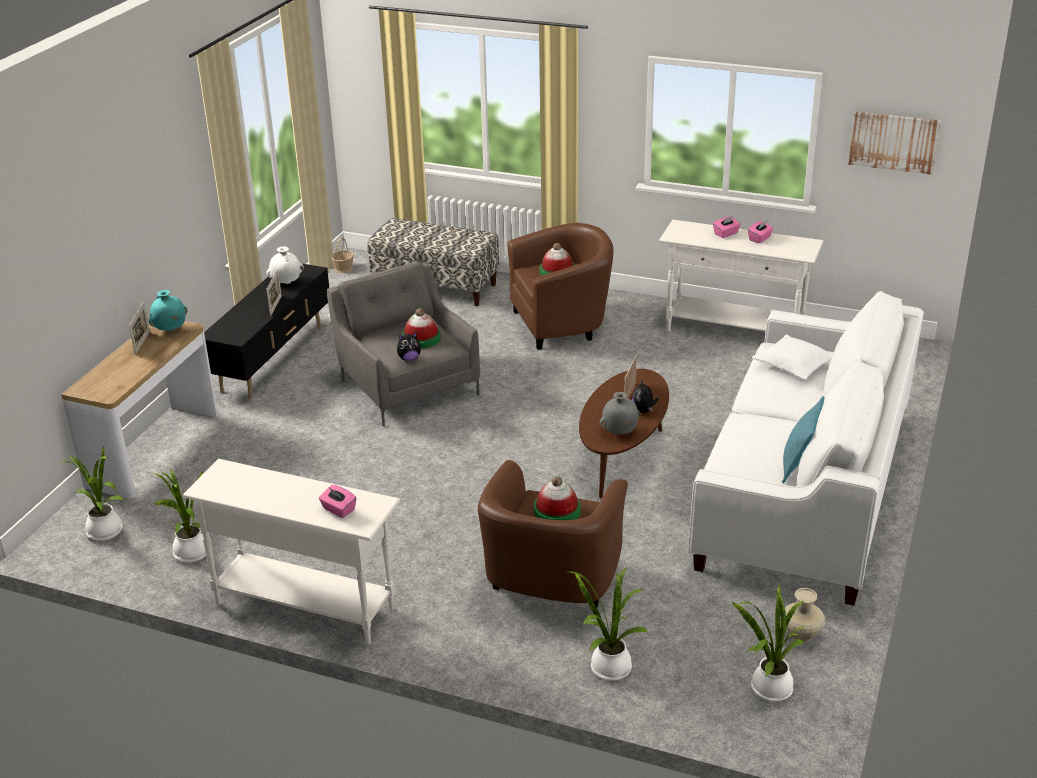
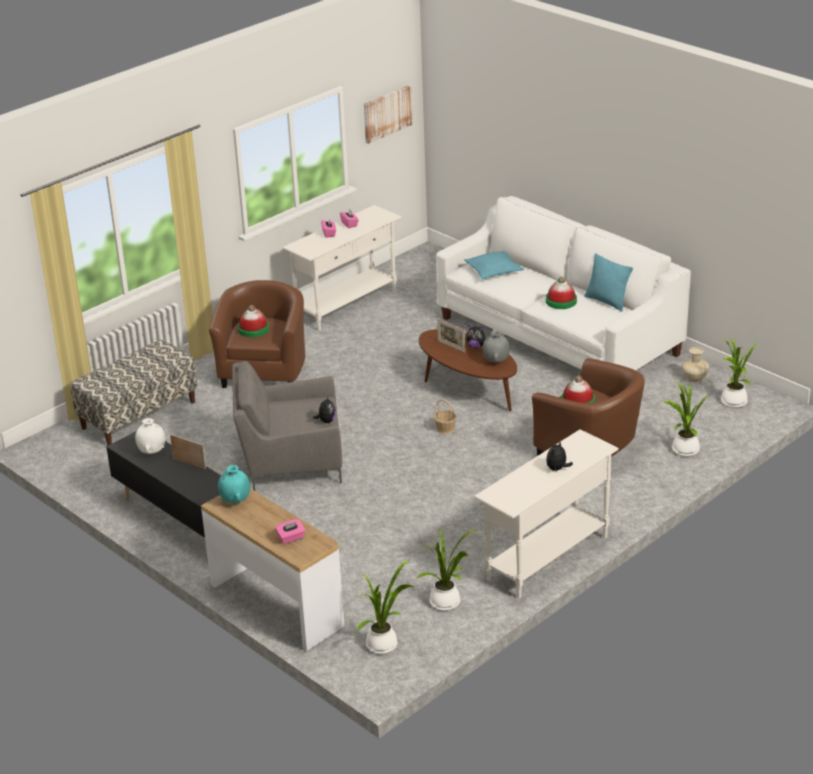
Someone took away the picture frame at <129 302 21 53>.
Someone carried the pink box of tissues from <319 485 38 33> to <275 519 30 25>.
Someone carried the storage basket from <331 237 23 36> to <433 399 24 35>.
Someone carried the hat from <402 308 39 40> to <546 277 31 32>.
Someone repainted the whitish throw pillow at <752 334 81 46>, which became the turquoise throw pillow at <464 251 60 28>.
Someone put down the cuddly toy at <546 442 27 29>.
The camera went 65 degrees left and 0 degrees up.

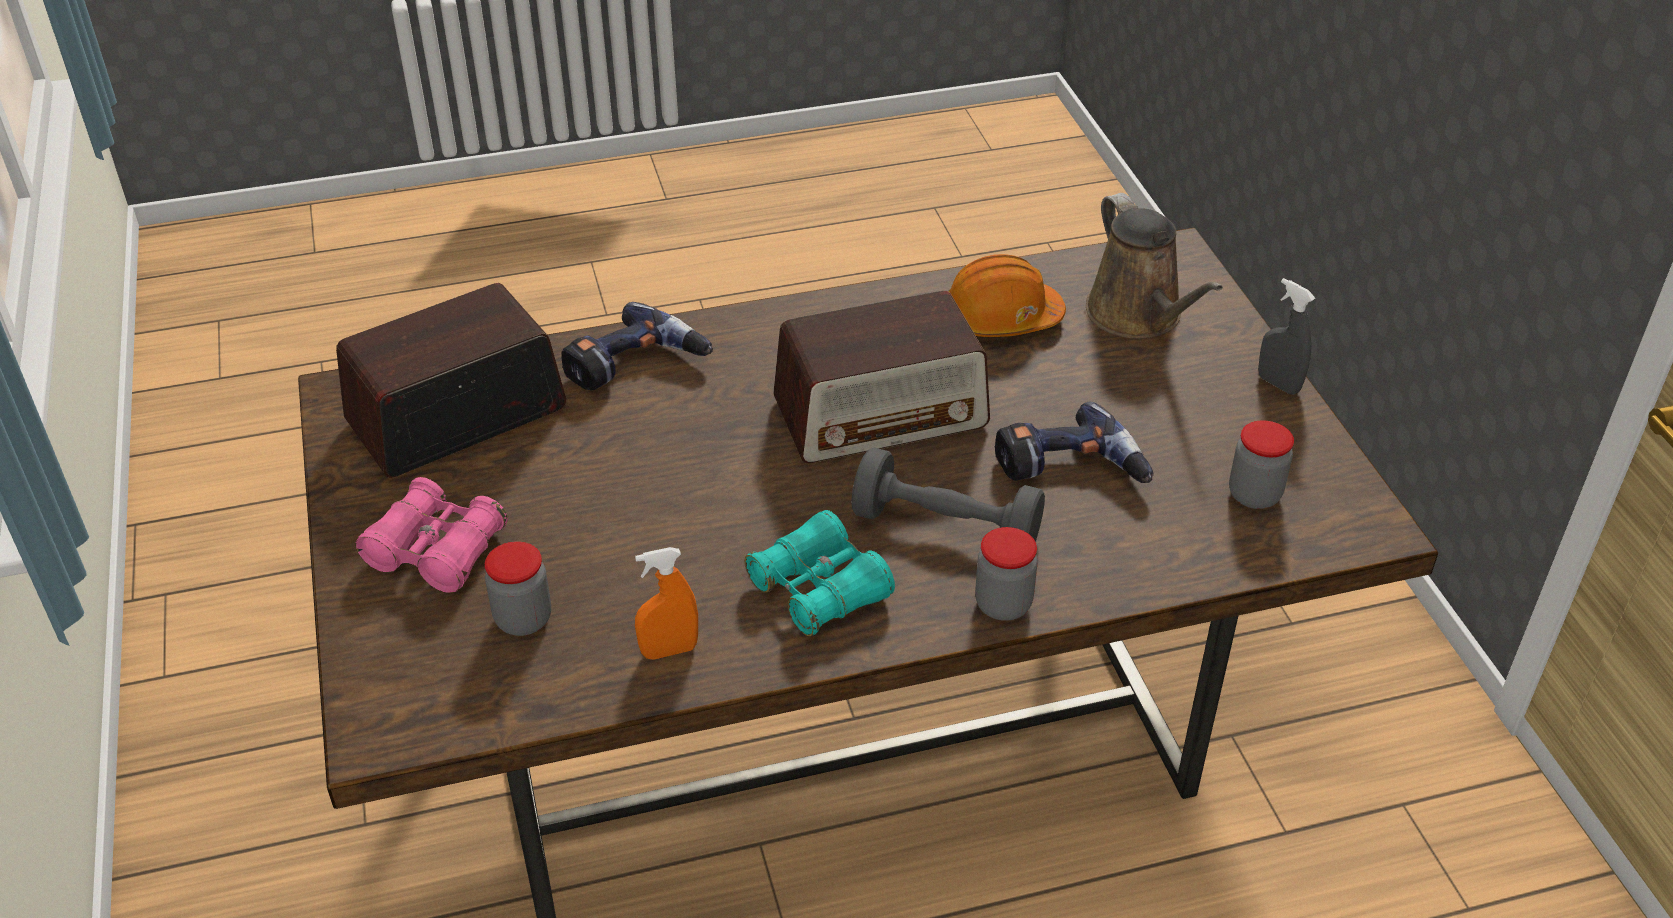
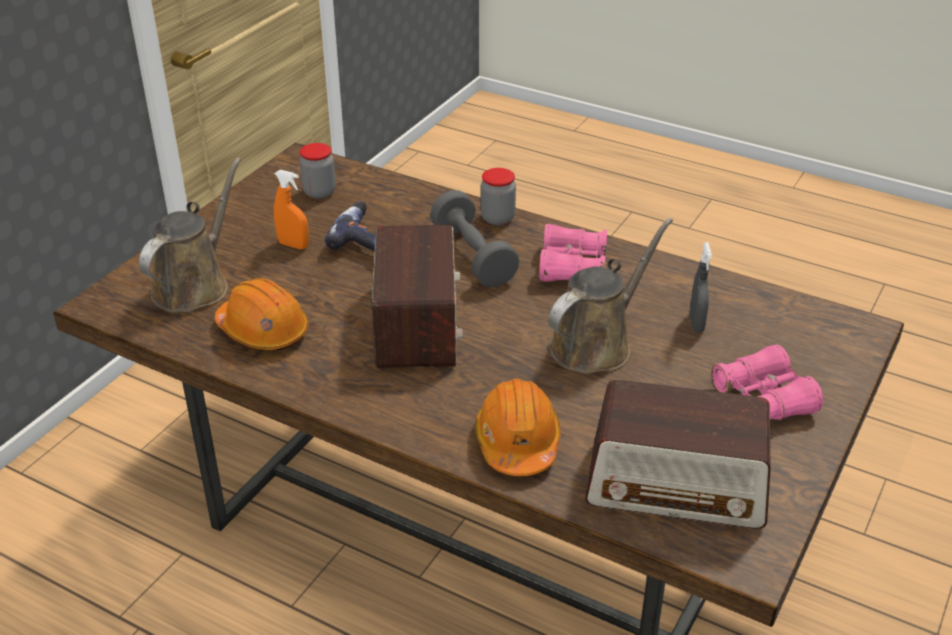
Someone took away the storage jar at <485 542 66 94>.
Someone swapped the drill at <561 302 152 88> for the orange work helmet at <475 379 86 97>.
Someone carried the orange spray bottle from <635 547 63 113> to <274 170 35 79>.
Someone repainted the turquoise binoculars at <745 510 150 126>, which became the pink binoculars at <539 224 68 58>.
Someone rotated the radio receiver at <773 291 217 172> by 60 degrees clockwise.
Someone carried the greyish spray bottle from <1258 278 57 117> to <689 242 23 90>.
Someone put down the brown-coloured watering pot at <548 218 125 156>.
The camera went 135 degrees left and 5 degrees down.

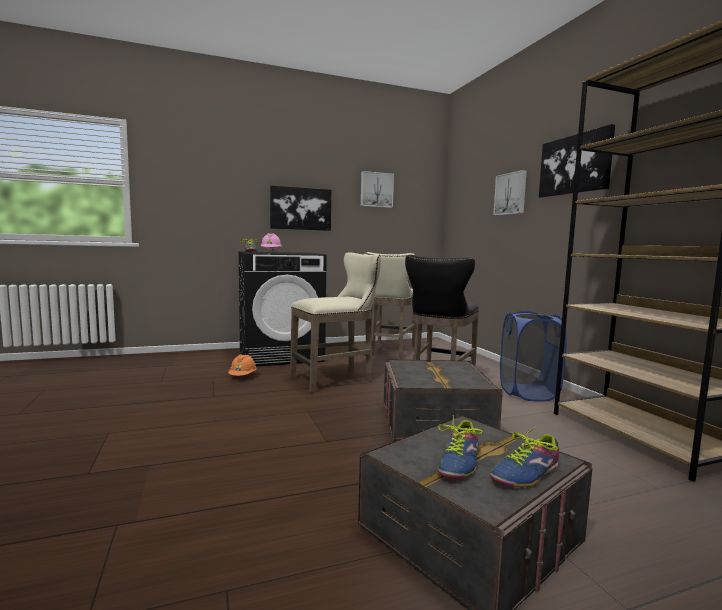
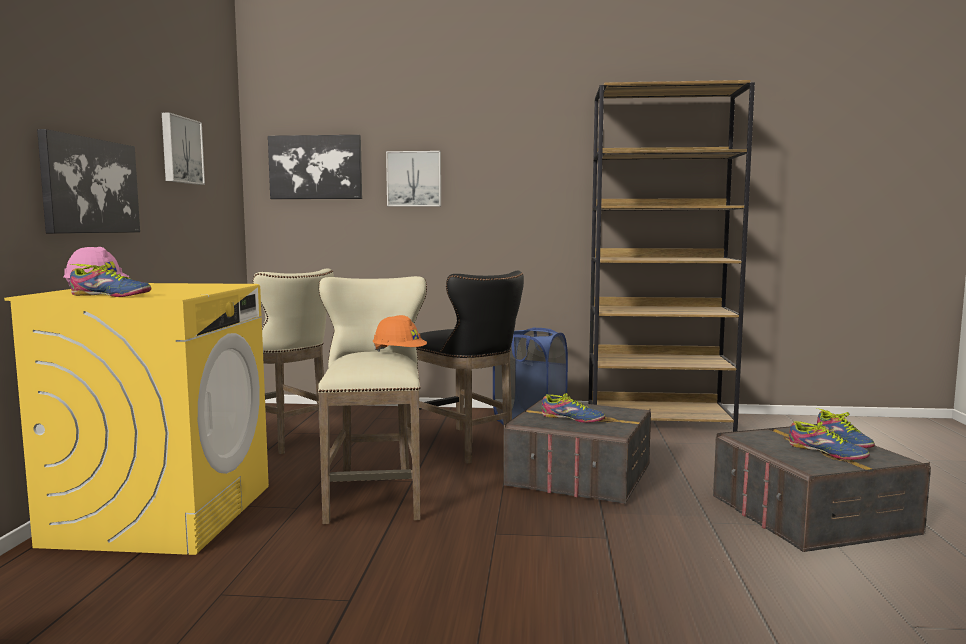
Someone carried the orange work helmet from <228 354 29 22> to <373 315 54 37>.
Someone repainted the black-coloured washing machine at <238 251 89 116>, which became the yellow-coloured washing machine at <4 283 265 272>.
Someone carried the wall picture from <539 124 76 74> to <268 135 94 64>.
Someone put down the shoe at <542 393 63 30>.
The camera went 65 degrees left and 0 degrees up.

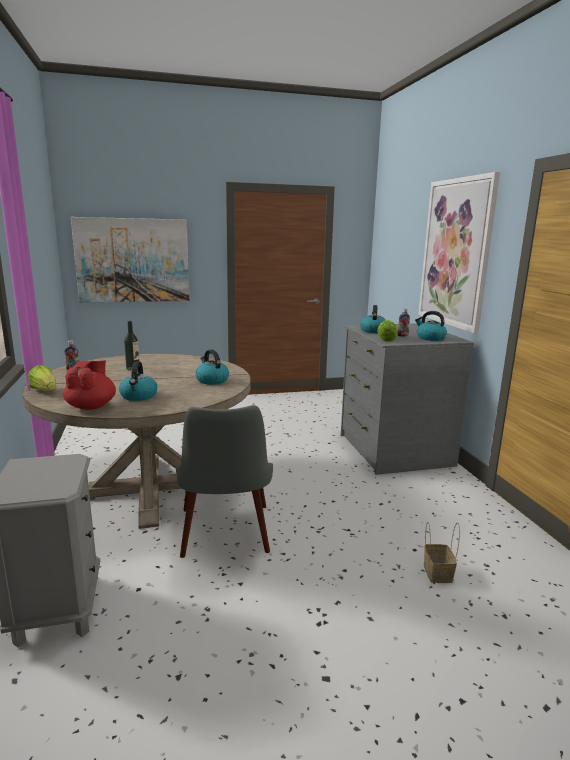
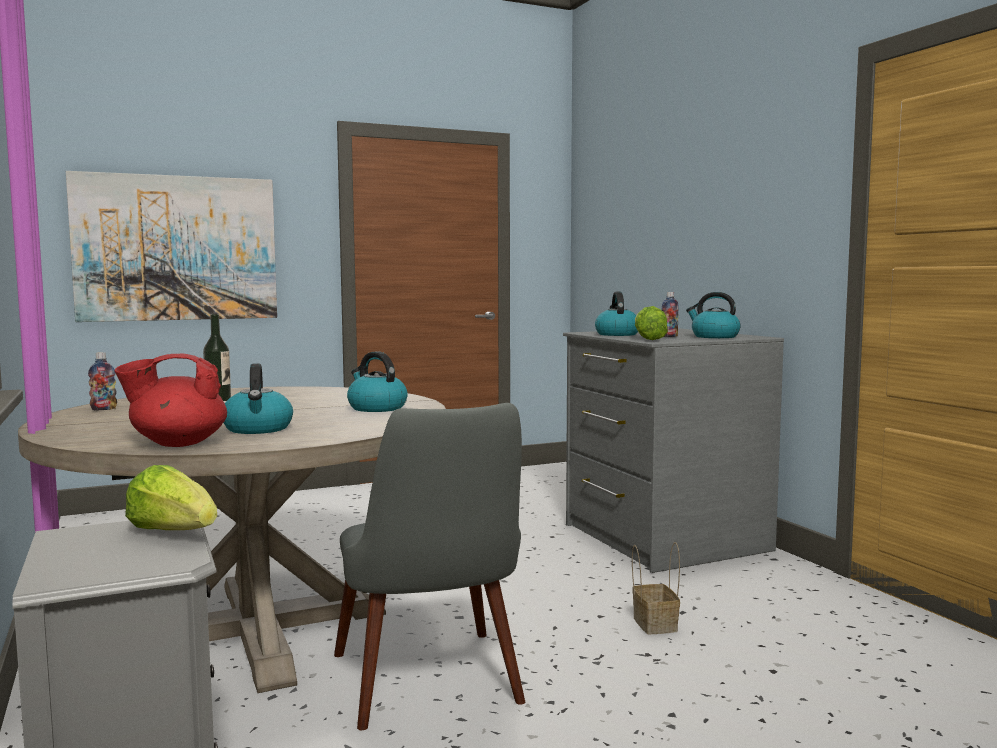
Someone carried the lettuce head from <28 365 28 26> to <125 465 92 65>.
Someone rotated the reddish pot for tea at <63 360 53 50> by 105 degrees counterclockwise.
Someone took away the wall picture at <418 172 82 161>.
Someone carried the storage basket from <424 522 36 61> to <632 542 48 92>.
The camera went 10 degrees left and 10 degrees down.

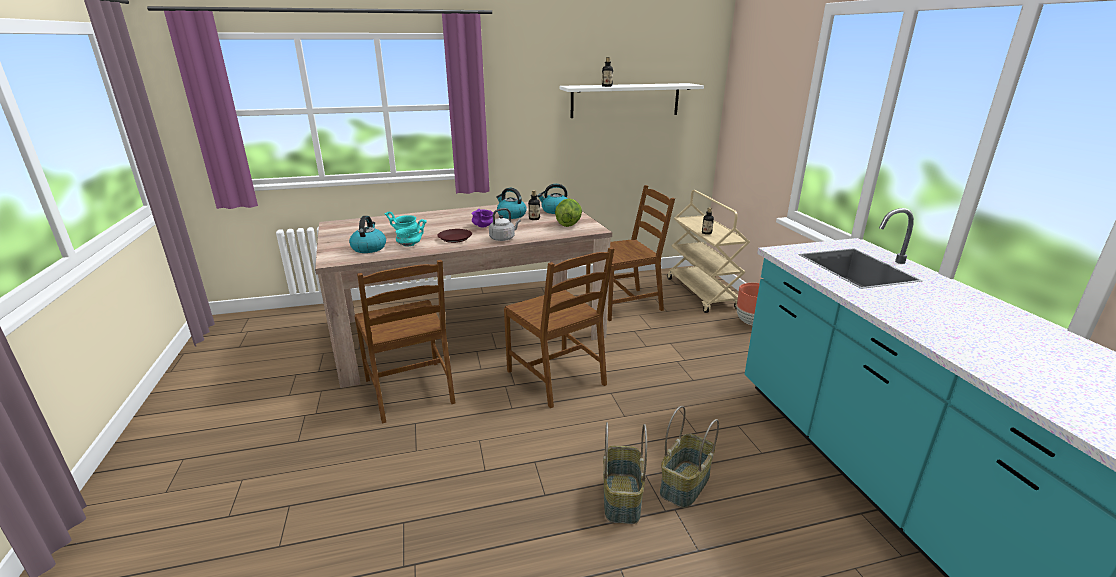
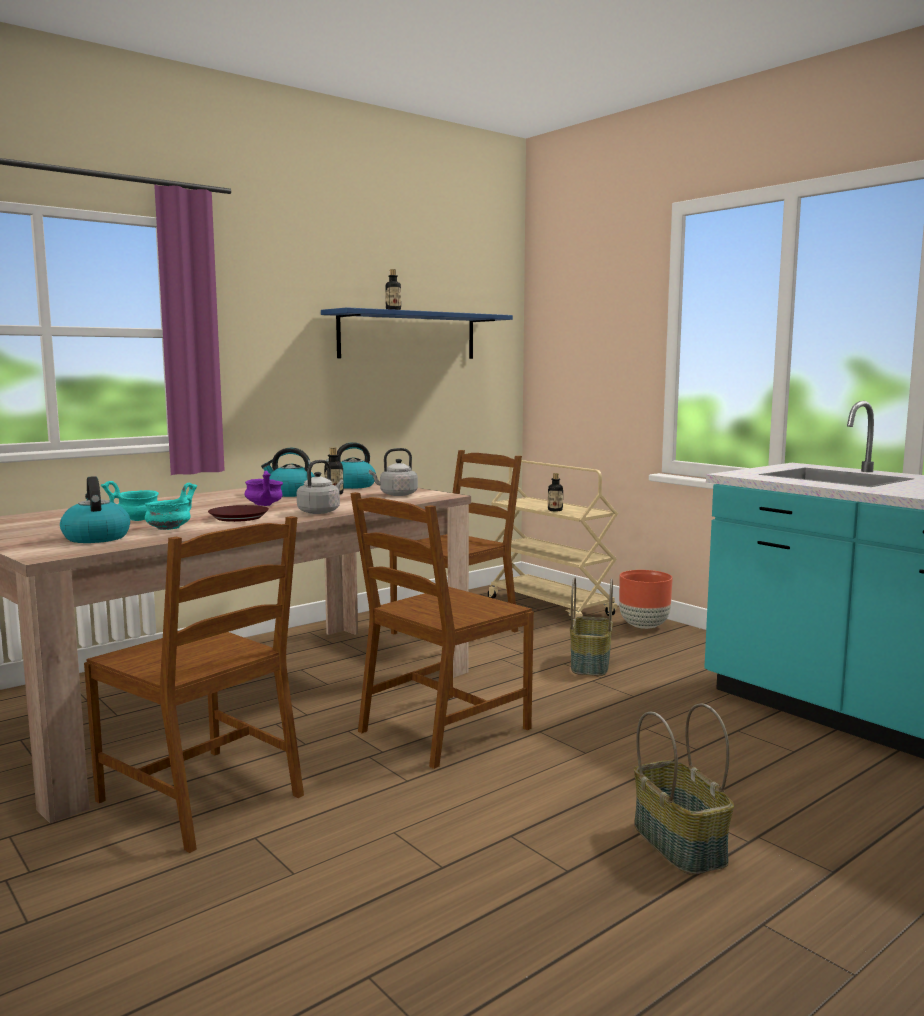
Someone rotated the brown-coloured chair at <504 247 110 161> by 105 degrees clockwise.
Someone swapped the lettuce head at <555 198 27 29> for the greyish kettle at <369 448 49 48>.
Someone repainted the whitish bracket shelf at <560 83 144 35>, which became the blue bracket shelf at <321 307 192 52>.
Someone carried the storage basket from <660 406 59 102> to <570 577 43 99>.
The camera went 25 degrees left and 15 degrees down.

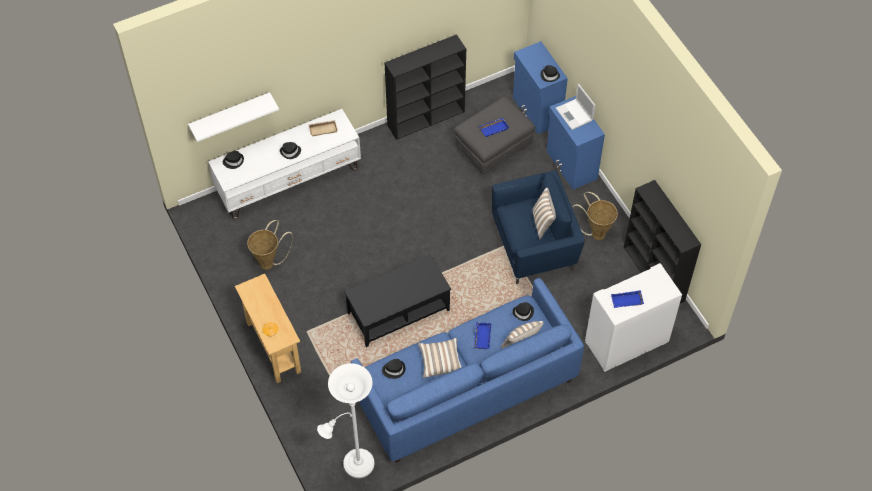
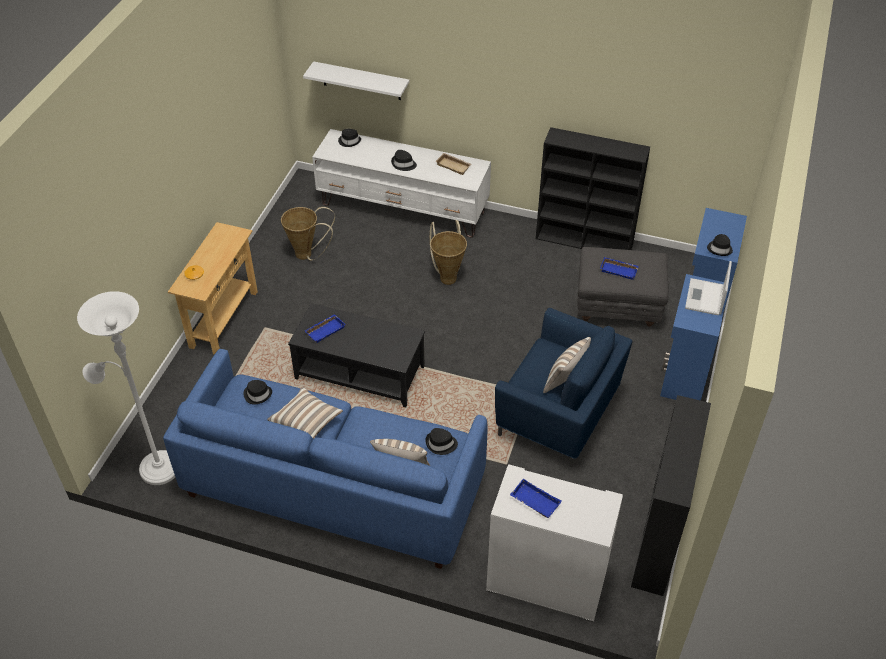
Someone carried the blue serving tray from <474 322 17 27> to <305 314 41 29>.
Someone carried the storage basket from <572 192 46 48> to <430 220 37 65>.
The camera went 45 degrees right and 10 degrees down.

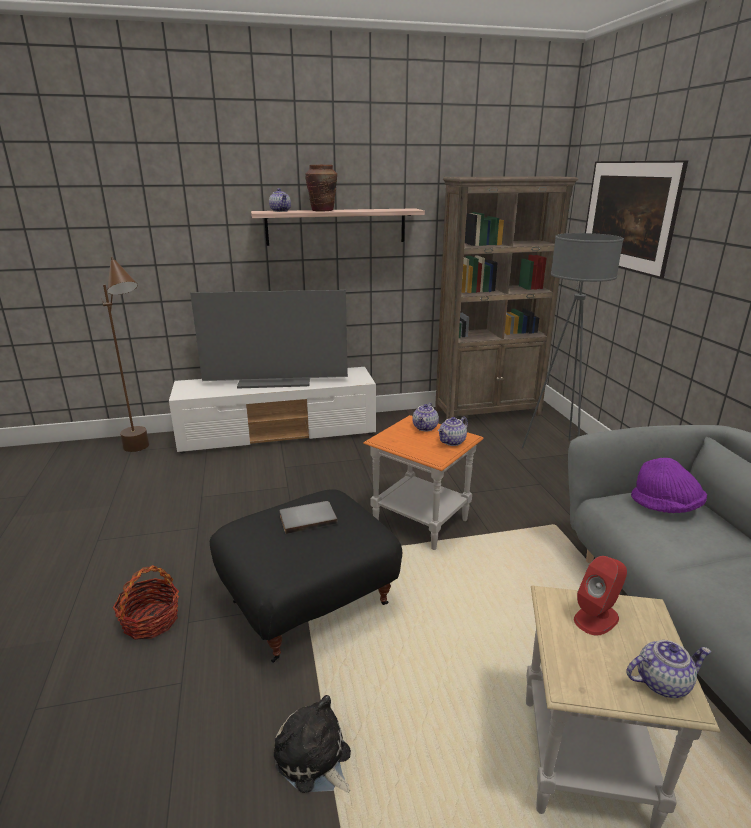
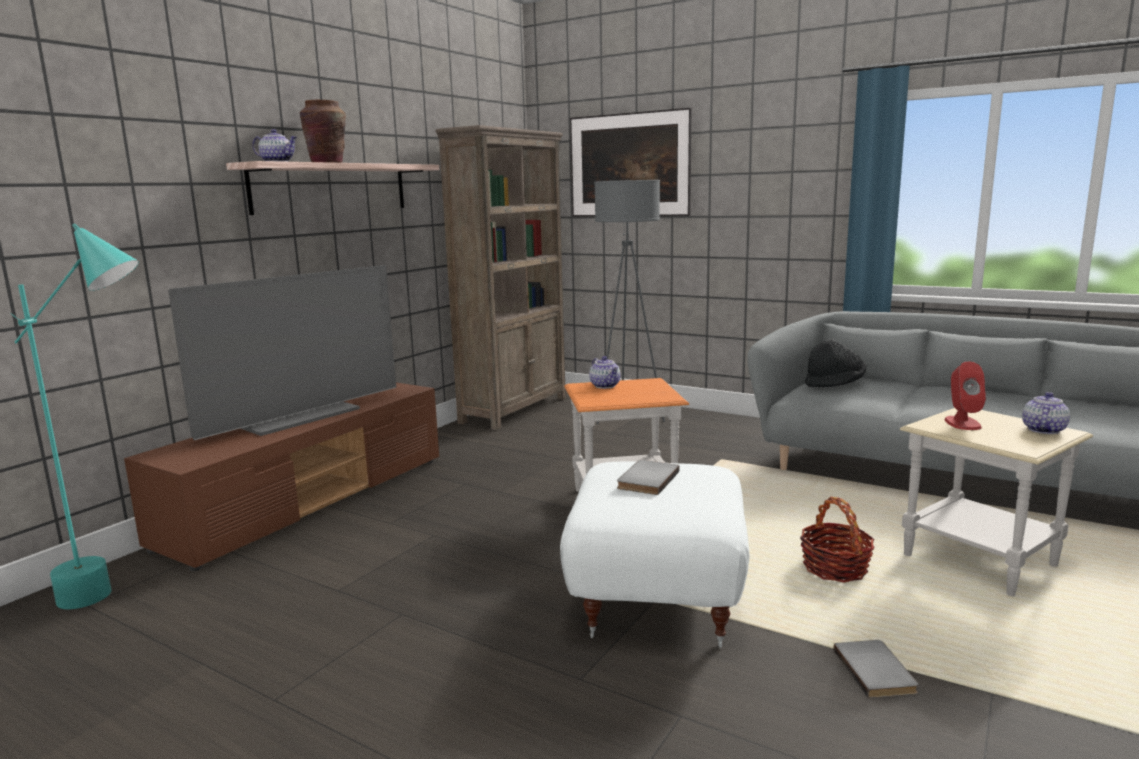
Someone repainted the brown-coloured standard lamp at <102 257 47 195>, which became the turquoise standard lamp at <10 223 129 386>.
Someone carried the storage basket from <113 565 66 75> to <800 497 75 85>.
Someone repainted the whitish media console at <169 367 207 86>, which became the brown-coloured media console at <124 382 315 189>.
Someone repainted the black-coloured ottoman at <210 489 192 174>, which became the whitish ottoman at <560 462 190 186>.
Someone swapped the cuddly toy at <274 695 77 98> for the greyish volume at <834 640 84 58>.
Someone took away the pot for tea at <438 417 30 29>.
Someone repainted the purple-coloured hat at <631 458 76 55>, which became the black-coloured hat at <805 339 61 49>.
The camera went 45 degrees left and 10 degrees down.

